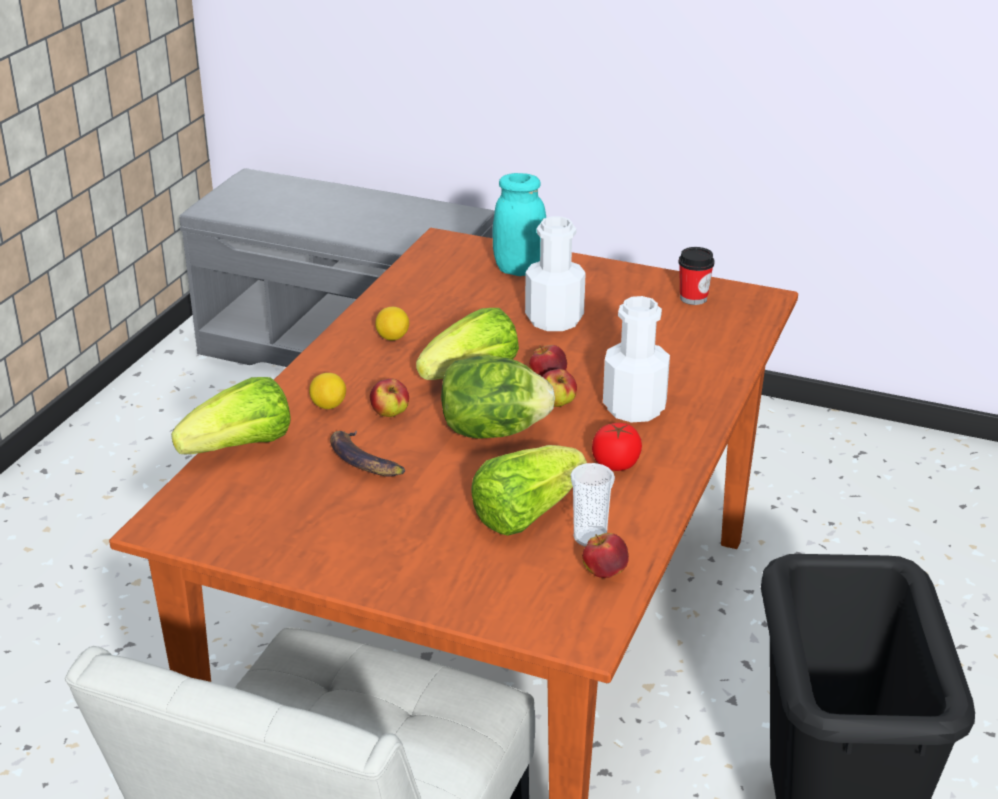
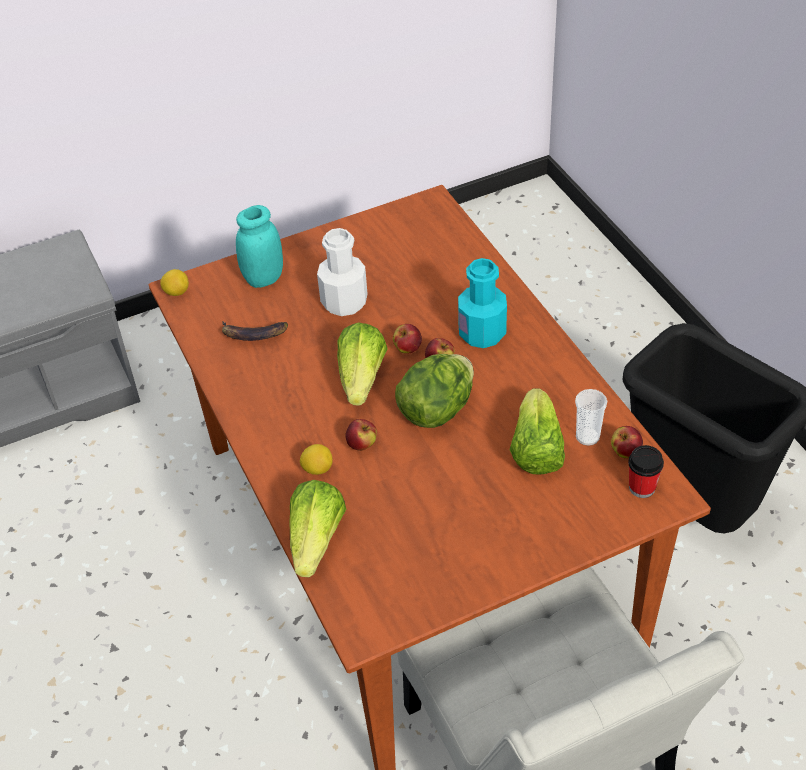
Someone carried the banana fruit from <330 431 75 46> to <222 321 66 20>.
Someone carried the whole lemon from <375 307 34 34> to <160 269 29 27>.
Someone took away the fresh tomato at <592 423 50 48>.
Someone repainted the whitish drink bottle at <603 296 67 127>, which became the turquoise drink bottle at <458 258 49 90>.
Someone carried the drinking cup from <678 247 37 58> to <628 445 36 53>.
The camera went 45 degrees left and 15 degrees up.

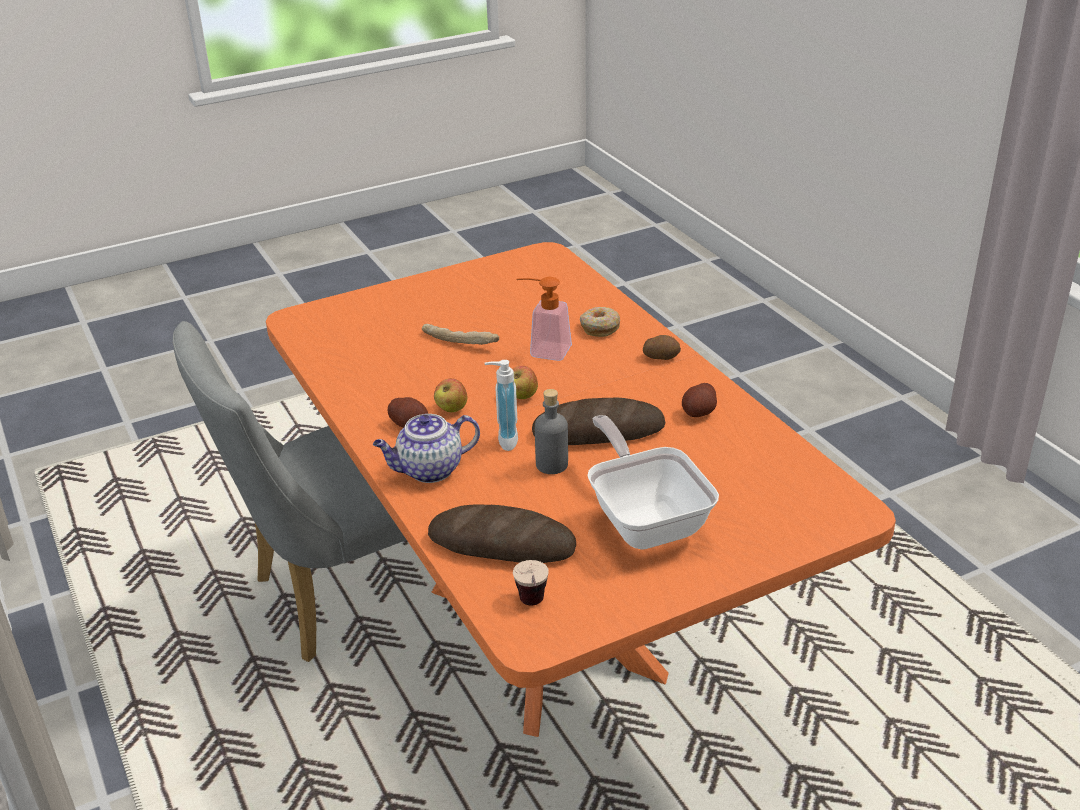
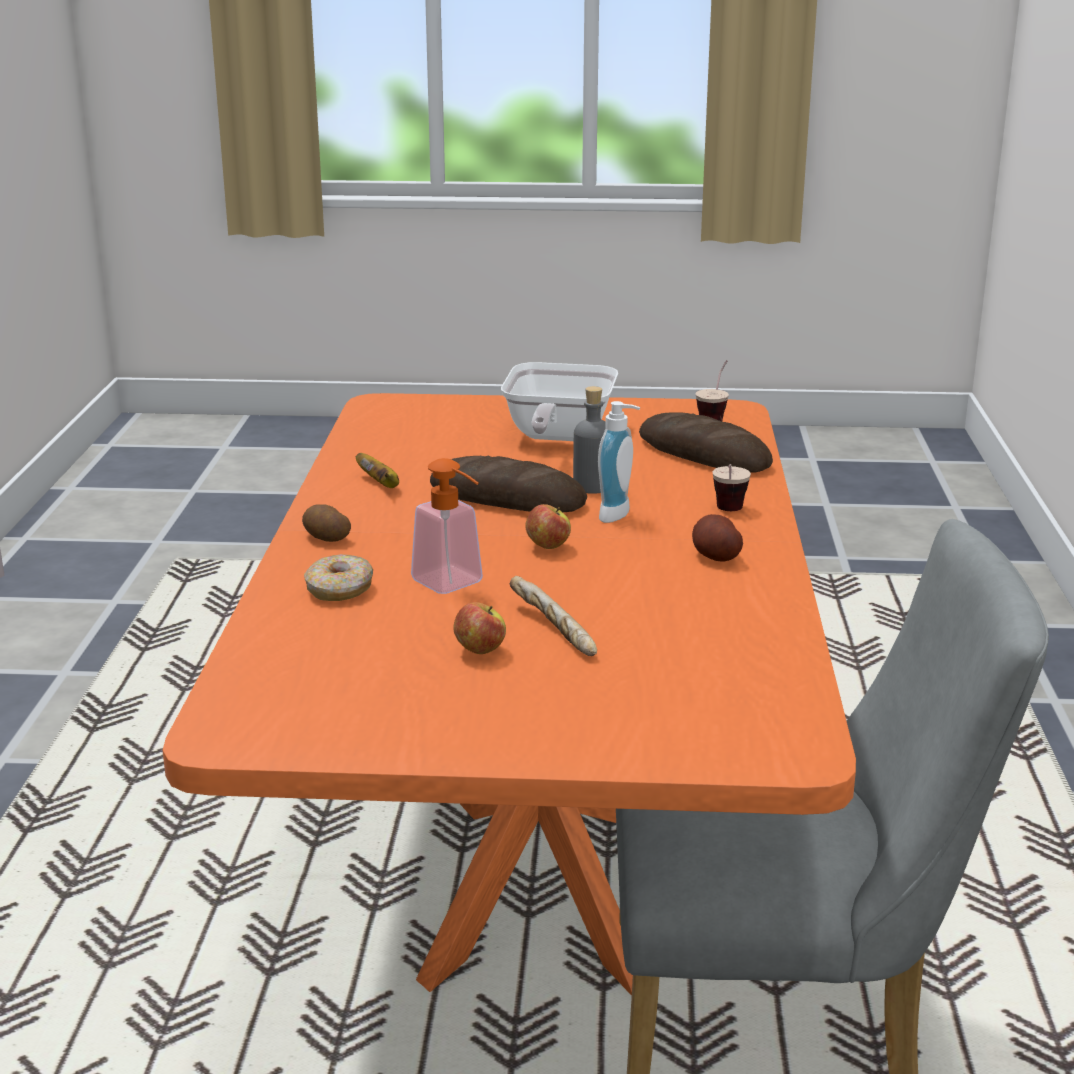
Someone swapped the pot for tea at <373 414 107 69> for the drinking cup at <712 464 39 47>.
Someone carried the whole apple from <434 378 33 34> to <453 602 53 52>.
Someone swapped the spud at <682 383 35 34> for the banana fruit at <356 453 43 35>.
The camera went 150 degrees left and 10 degrees down.

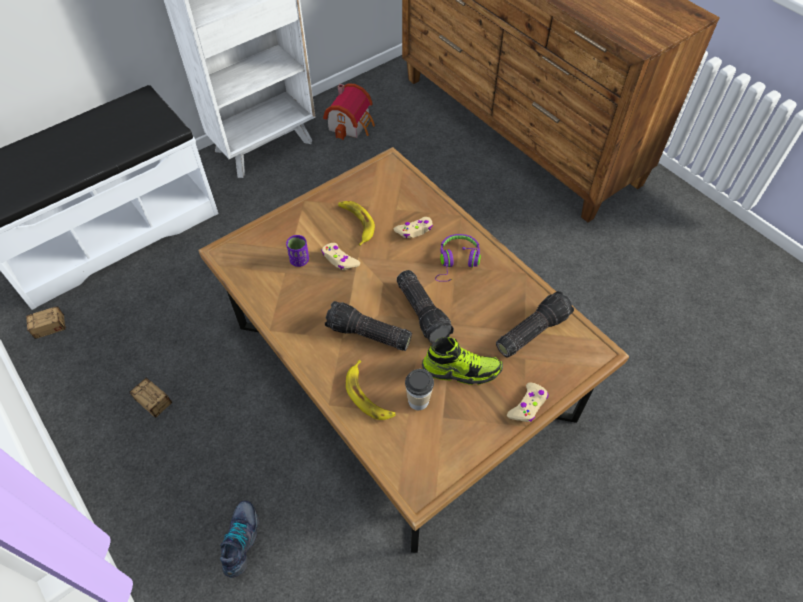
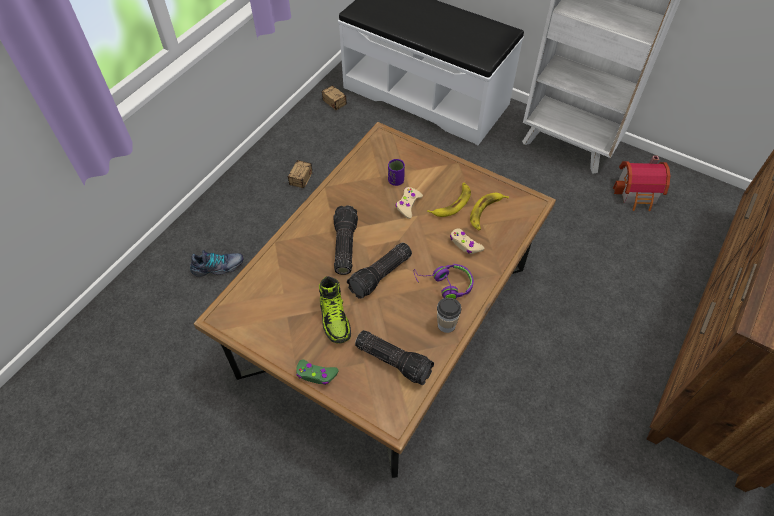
Someone carried the banana fruit from <346 360 50 60> to <470 193 39 37>.
Someone carried the drinking cup from <405 369 29 41> to <437 298 24 35>.
Someone repainted the beige-coloured gamepad at <507 383 42 39>, which became the green gamepad at <296 360 42 25>.
The camera went 70 degrees right and 0 degrees up.

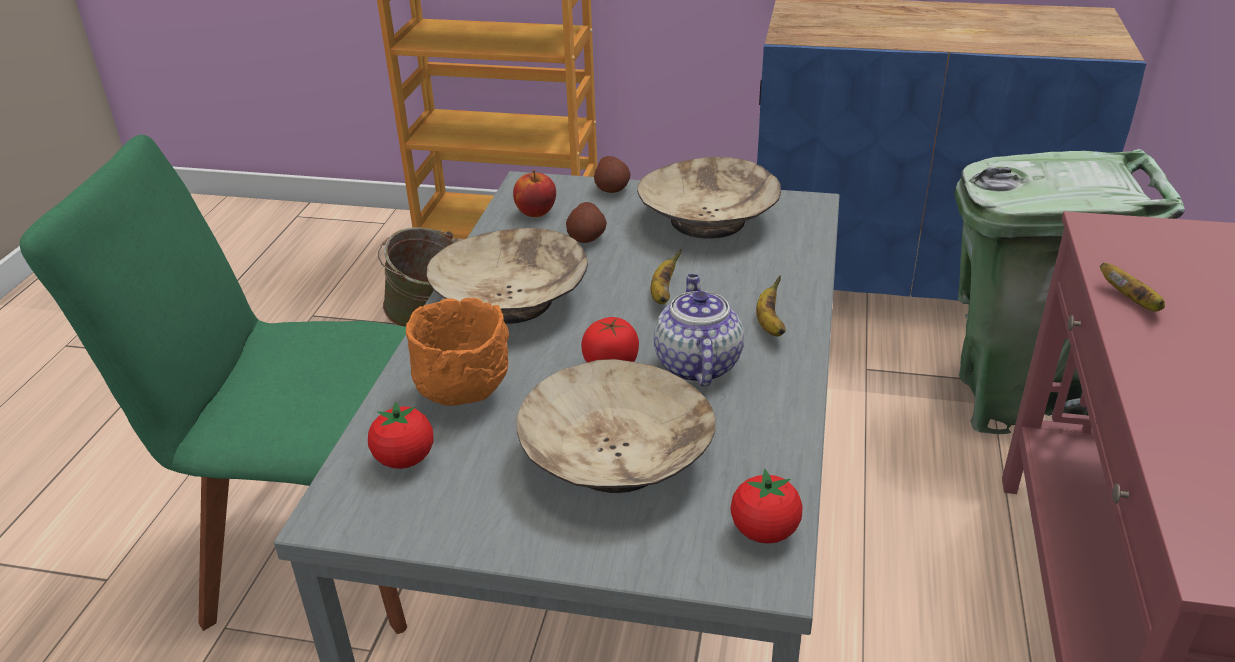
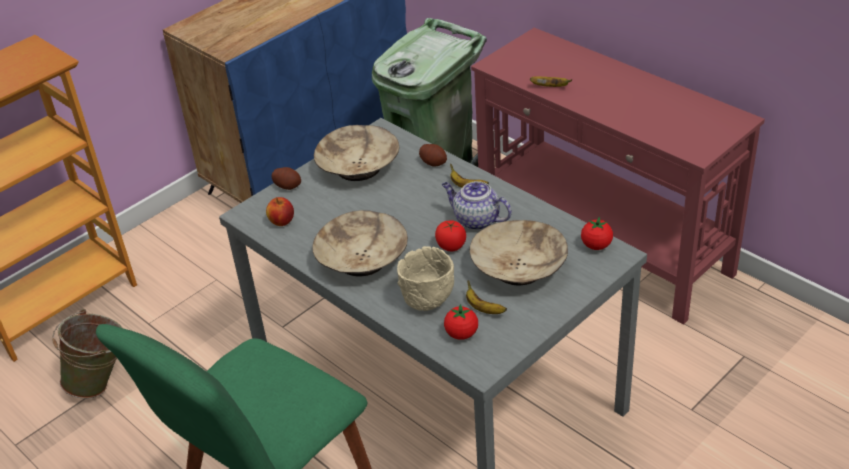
Someone repainted the orange deep dish at <406 298 103 108>, which became the beige-coloured deep dish at <397 246 57 65>.
Someone carried the spud from <566 202 41 41> to <419 144 28 23>.
Someone carried the banana fruit from <651 249 31 55> to <466 280 41 34>.
The camera went 55 degrees left and 5 degrees up.

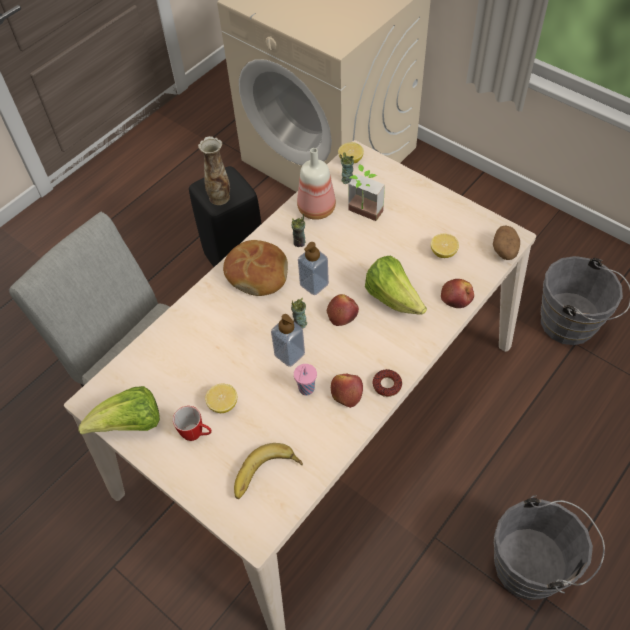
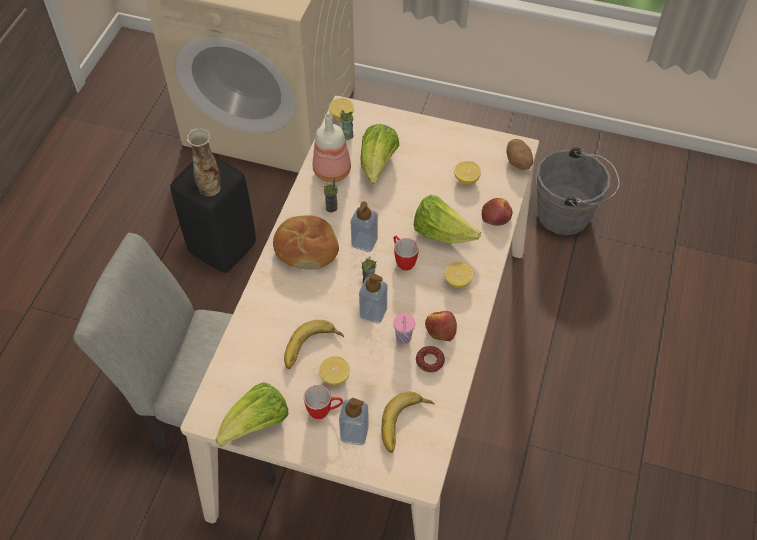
Someone swapped the whole apple at <327 294 32 32> for the tea mug at <394 236 25 35>.
Someone swapped the houseplant at <348 164 37 57> for the lettuce head at <360 124 40 59>.
Someone carried the ring doughnut from <373 369 29 28> to <416 346 29 27>.
Someone took away the greyish water bucket at <494 495 111 105>.
Someone put down the banana fruit at <284 320 60 49>.
Someone put down the soap dispenser at <339 398 30 47>.
Someone put down the whole lemon at <444 262 29 26>.
The camera went 25 degrees left and 0 degrees up.

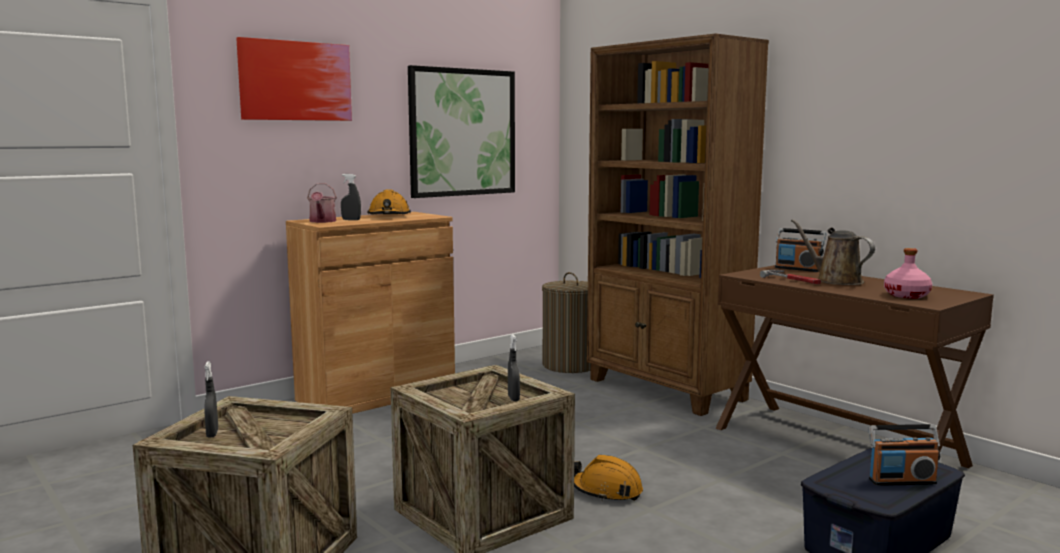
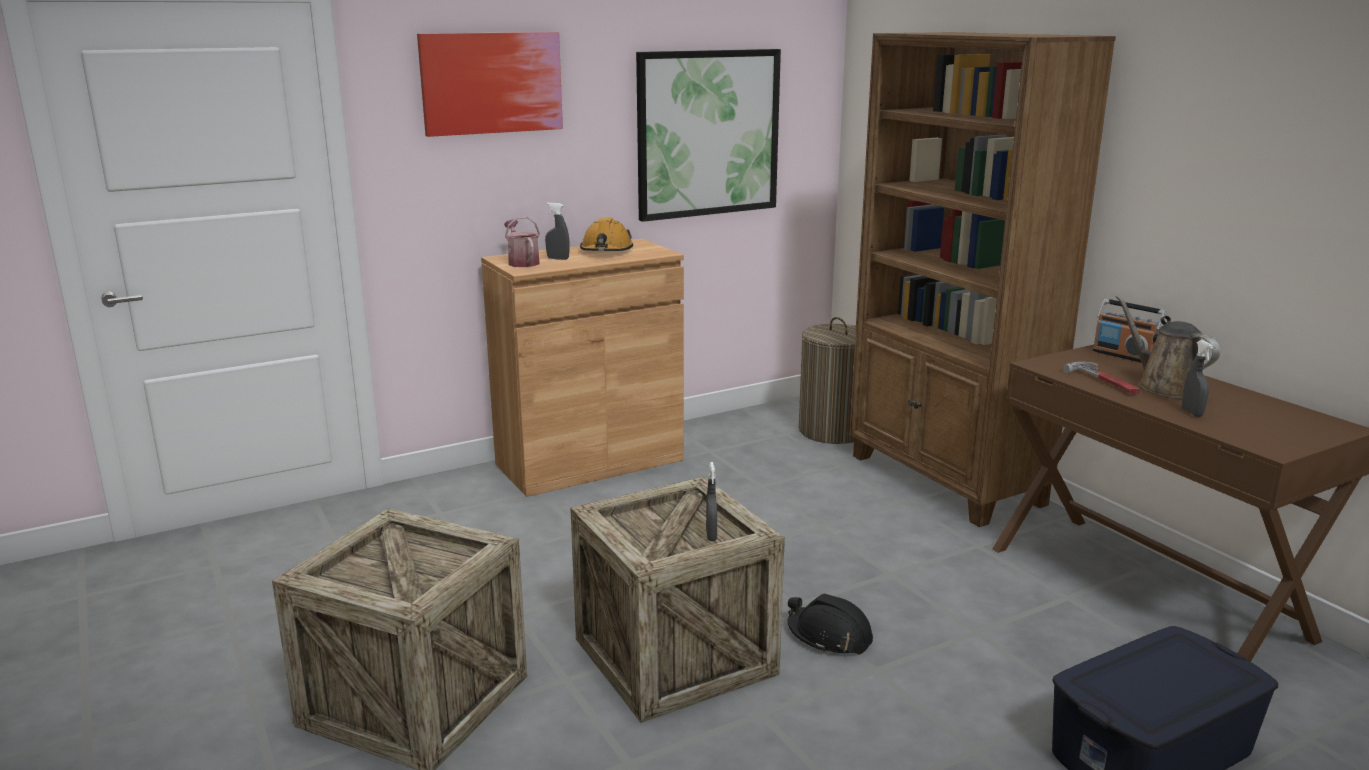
Someone carried the greyish spray bottle from <204 361 14 77> to <1182 340 31 77>.
Someone rotated the watering pot at <307 183 30 40> by 150 degrees clockwise.
Someone repainted the orange work helmet at <574 455 69 46>, which became the black-coloured work helmet at <788 594 85 61>.
Someone took away the radio receiver at <868 424 72 62>.
Someone took away the pink drink bottle at <884 248 48 50>.
The camera went 10 degrees right and 10 degrees up.

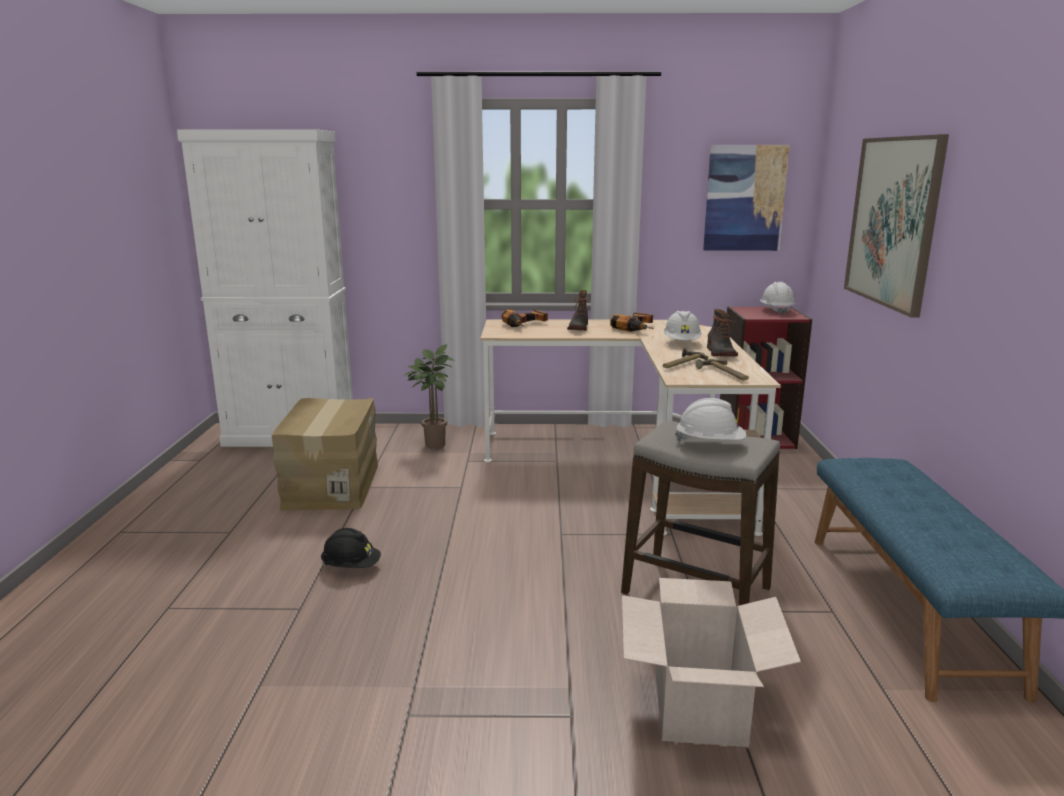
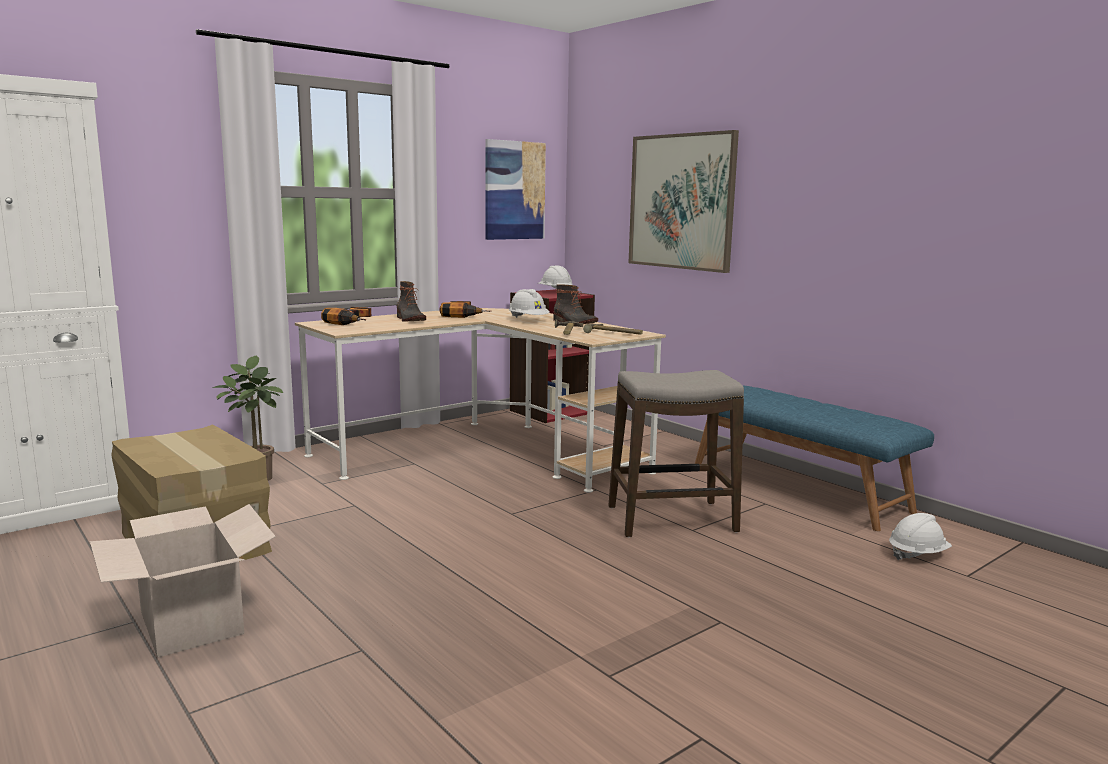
Someone took away the black-coloured work helmet at <321 528 60 40>.
Someone carried the cardboard box from <622 578 179 169> to <90 504 186 154>.
Someone carried the whitish work helmet from <675 398 71 43> to <889 513 63 47>.
The camera went 40 degrees left and 5 degrees down.

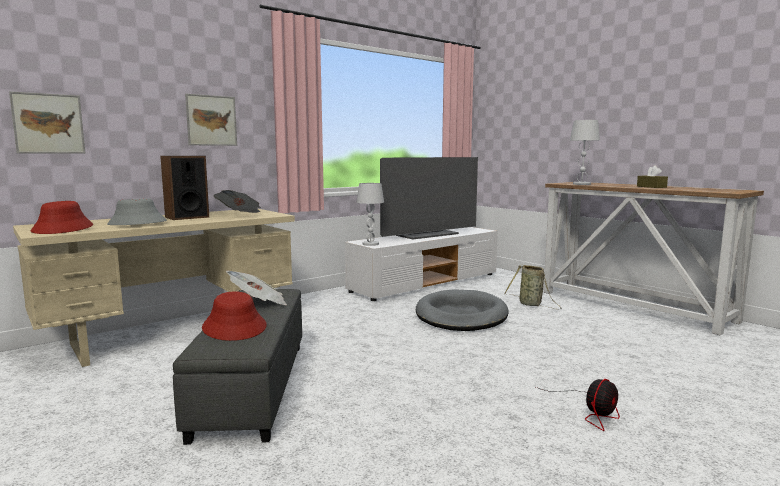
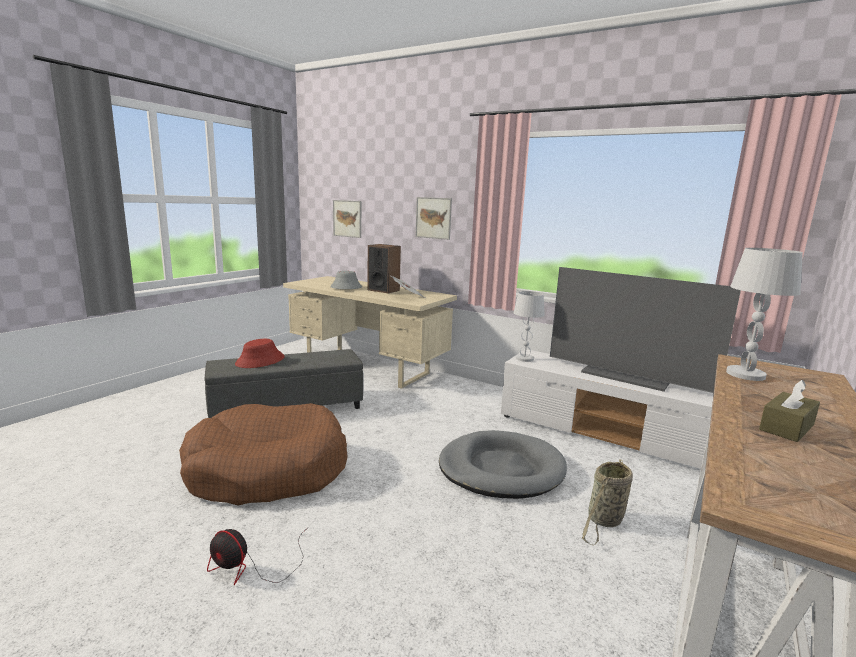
Someone took away the reddish hat at <31 201 62 33>.
Someone took away the daily paper at <226 271 61 34>.
Someone put down the brown-coloured pet bed at <179 403 169 102>.
The camera went 70 degrees right and 5 degrees up.

